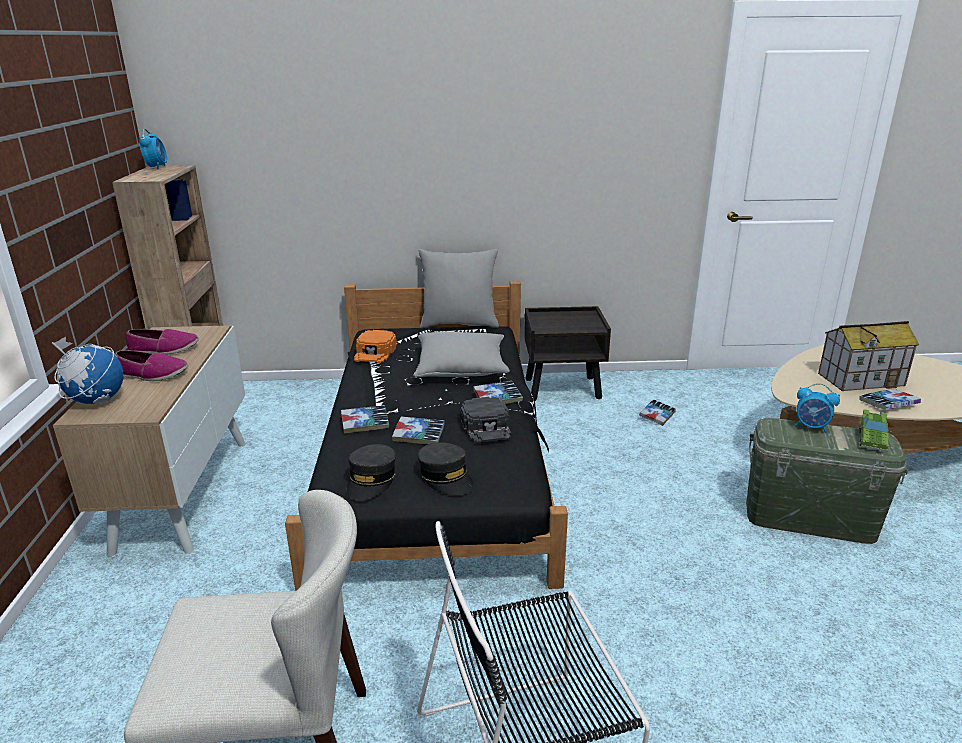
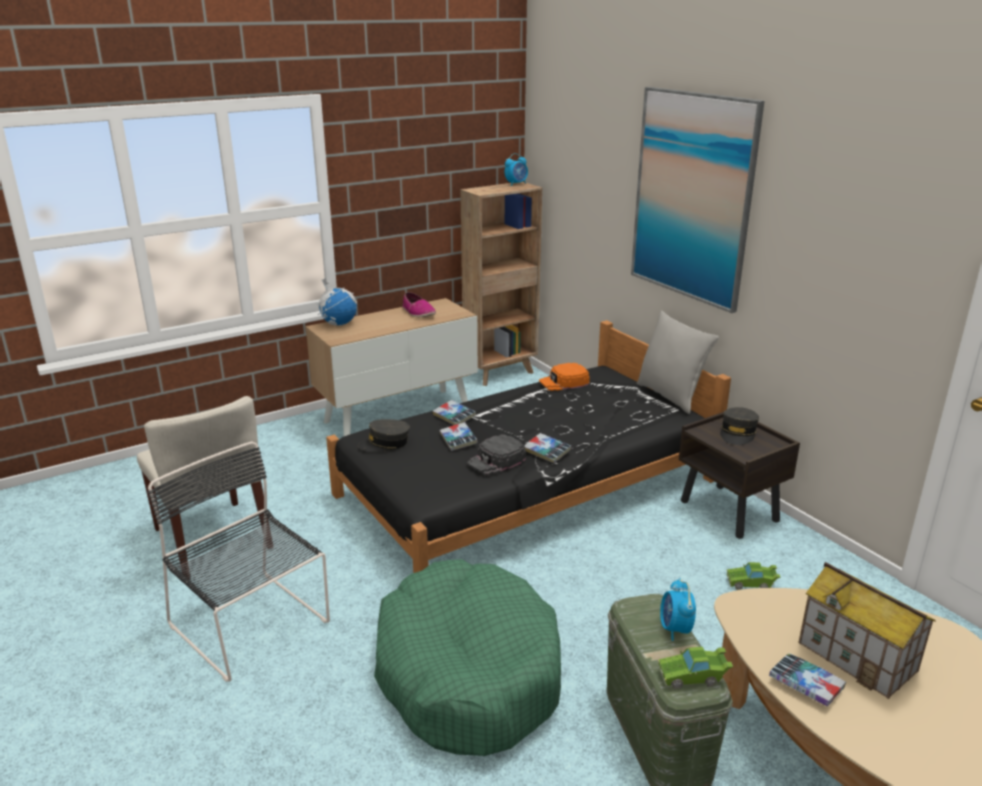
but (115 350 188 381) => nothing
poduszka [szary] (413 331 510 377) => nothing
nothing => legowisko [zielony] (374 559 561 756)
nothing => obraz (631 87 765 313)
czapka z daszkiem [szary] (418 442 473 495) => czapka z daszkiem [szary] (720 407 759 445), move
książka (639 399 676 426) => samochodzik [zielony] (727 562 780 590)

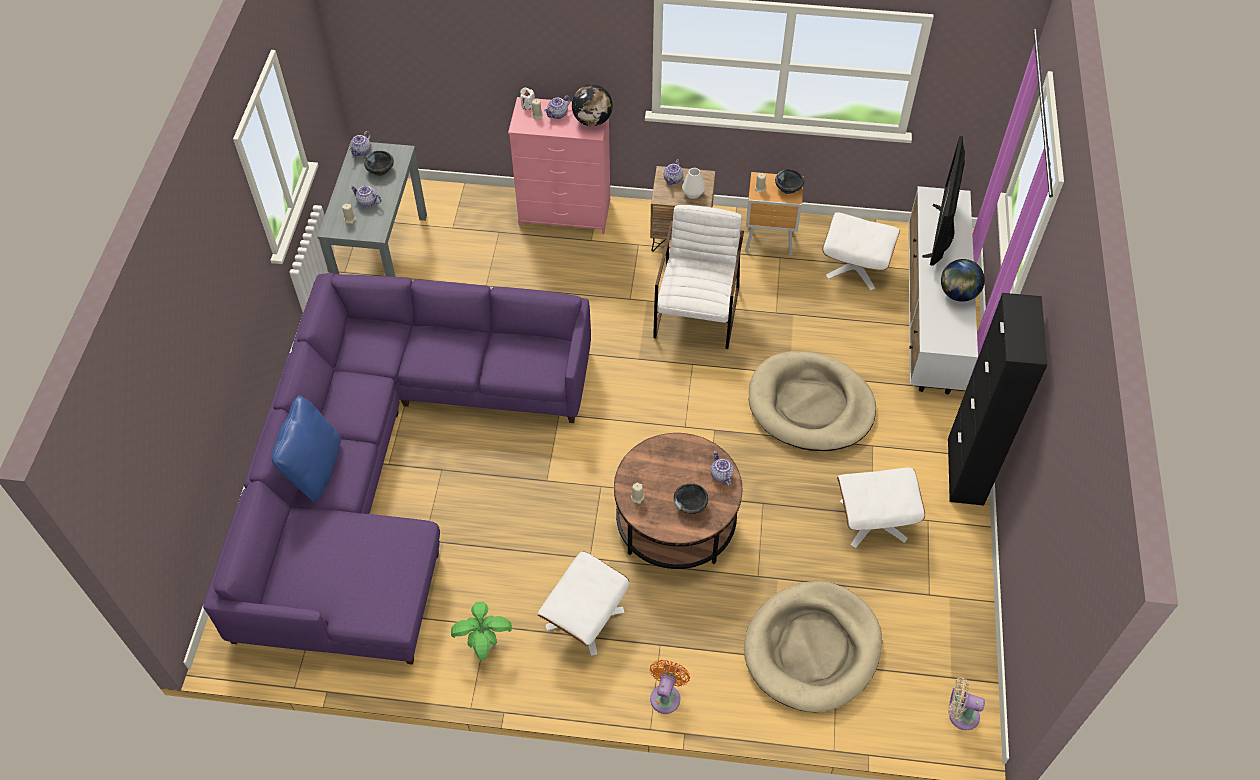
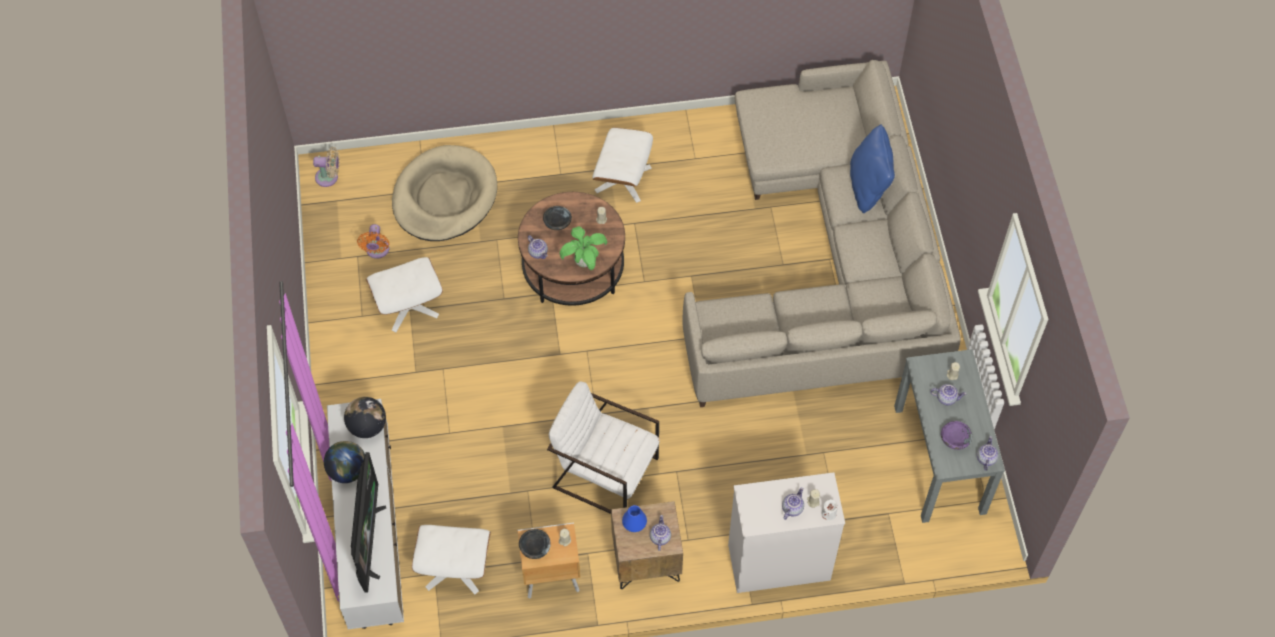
legowisko [beżowy] (749 351 876 451) => nothing
szafka [czarny] (948 293 1047 505) => nothing
roślina doniczkowa (451 601 512 660) => roślina doniczkowa (560 226 607 270), move
globus (572 85 613 126) => globus (344 397 386 438), move
wentylator [pomarańczowy] (650 660 690 714) => wentylator [pomarańczowy] (357 224 390 259), move
kanapa [fioletowy] (203 273 591 665) => kanapa [beżowy] (682 60 961 407)
miska [czarny] (364 151 394 176) => miska [fioletowy] (941 421 972 450)
komoda [różowy] (508 97 610 234) => komoda [biały] (728 472 845 593)
wazon [biały] (682 168 705 199) => wazon [niebieski] (622 505 647 532)
fotel [biały] (653 205 744 349) => fotel [biały] (547 381 660 514), 120 degrees clockwise

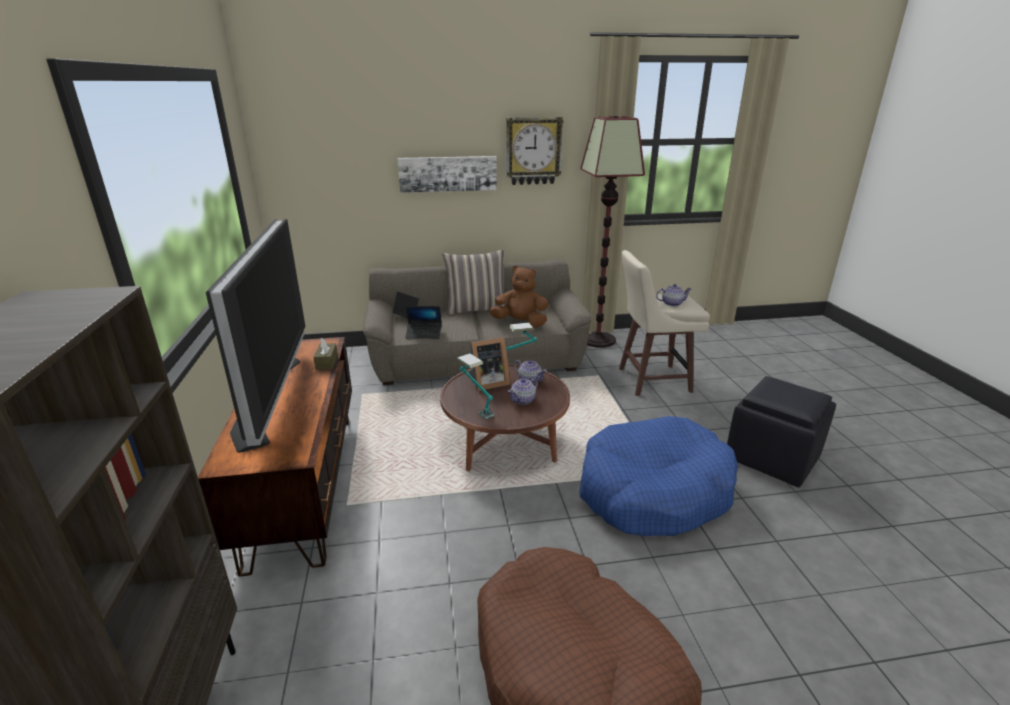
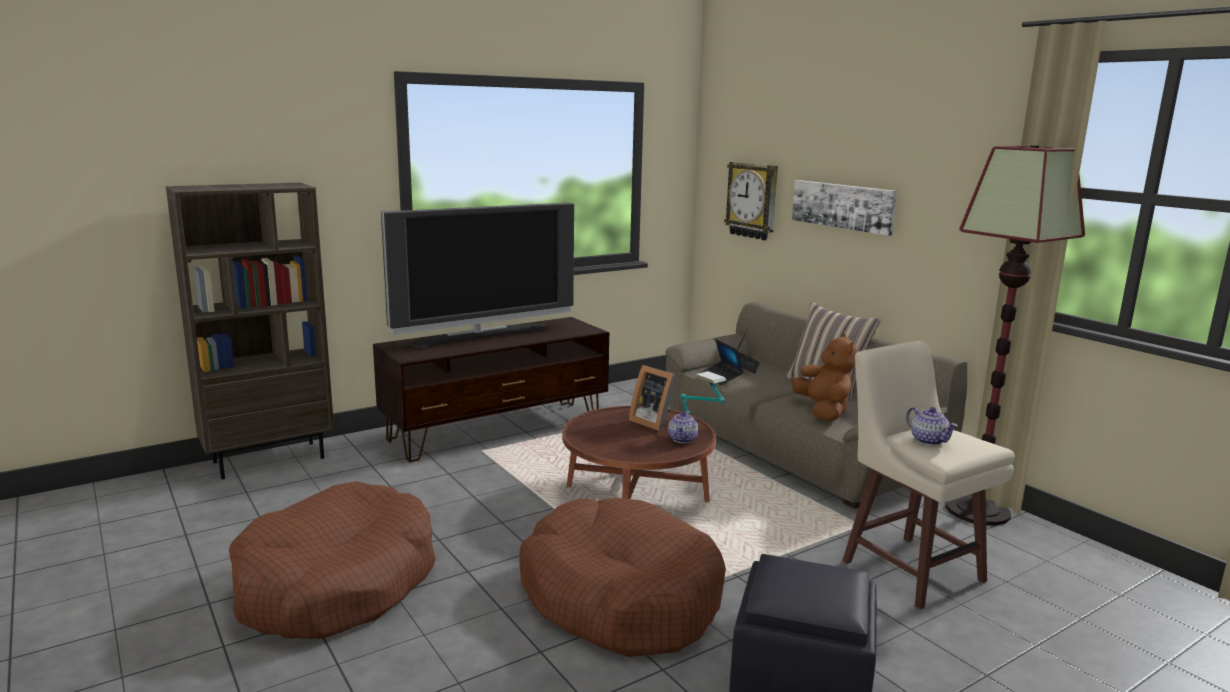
pudełko chusteczek [brązowy] (313 338 338 370) => nothing
lampa stołowa (457 353 495 419) => nothing
imbryk (508 378 538 405) => nothing
zegar ścienny (506 117 563 185) => zegar ścienny (724 162 778 240), move
legowisko [niebieski] (580 416 738 536) => legowisko [brązowy] (520 498 726 657)

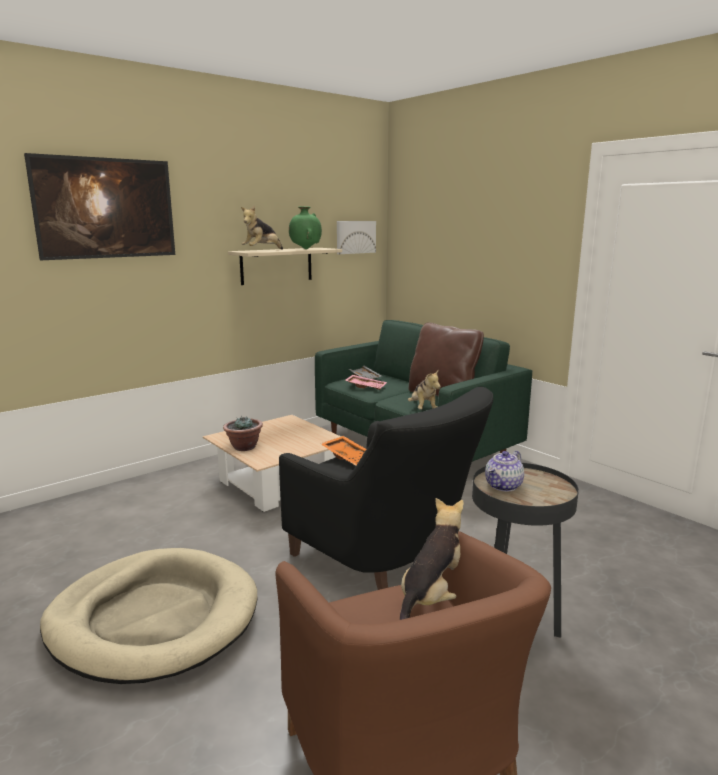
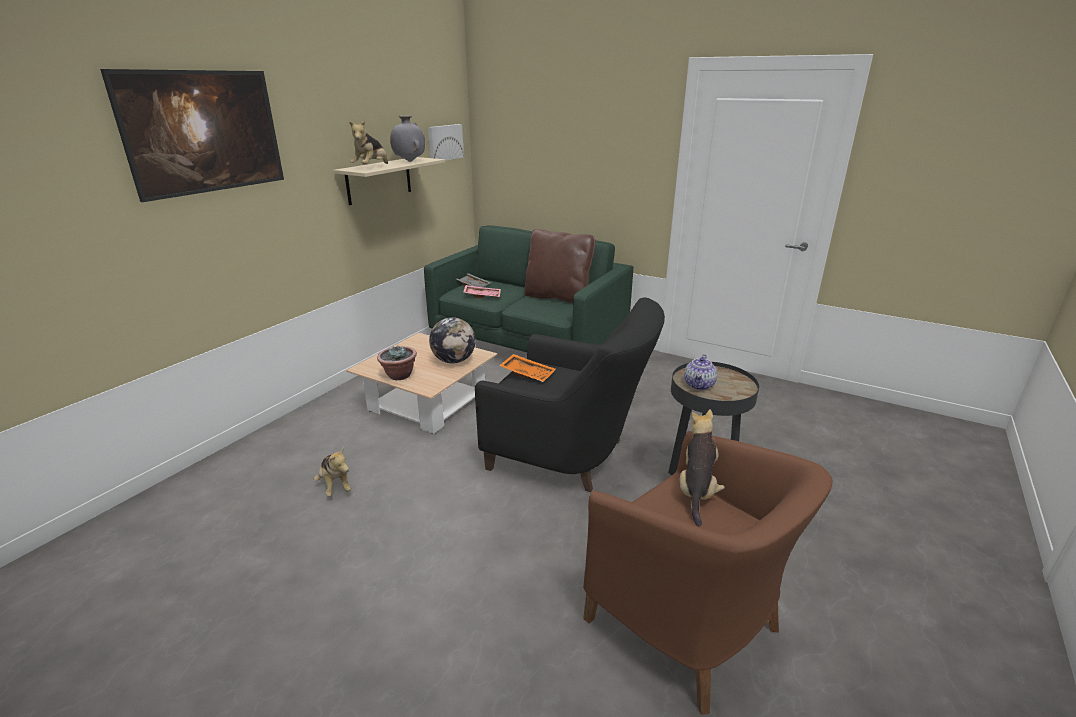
legowisko [beżowy] (40 548 257 684) => nothing
nothing => globus (429 317 476 363)
pluszak (408 369 441 410) => pluszak (314 447 351 496), move
wazon [zielony] (289 206 322 249) => wazon [szary] (390 116 425 162)

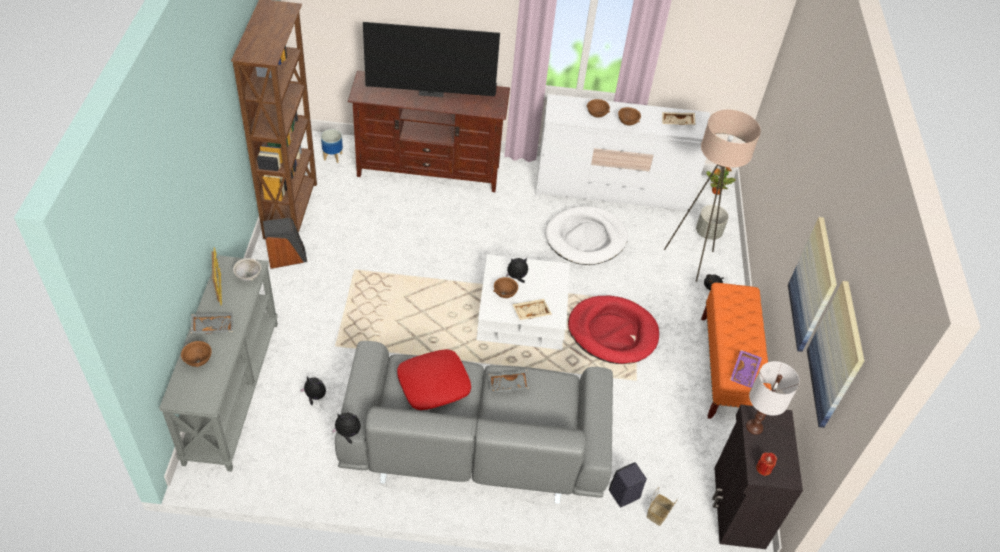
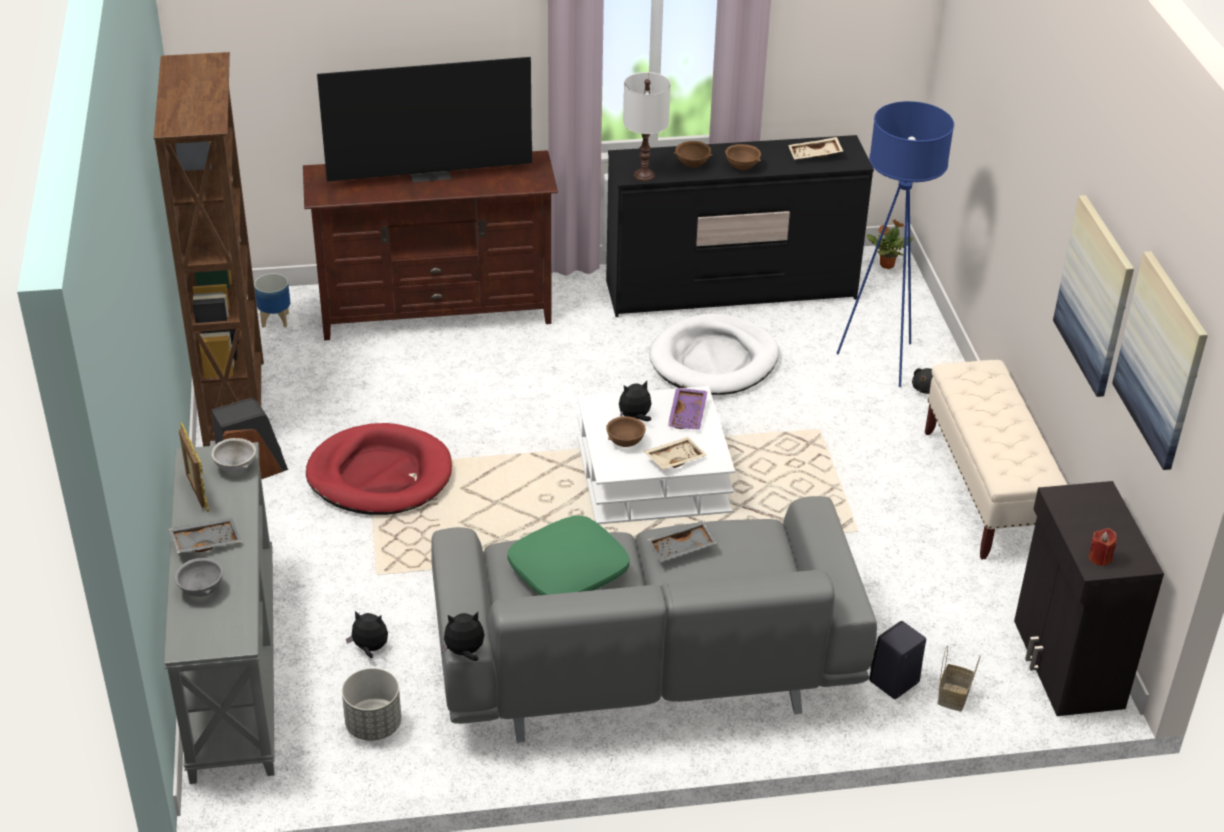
legowisko [czerwony] (568 296 659 364) => legowisko [czerwony] (306 423 452 515), move
donica [szary] (696 205 729 240) => donica [szary] (342 668 401 741), move
taca [fioletowy] (730 350 762 388) => taca [fioletowy] (668 388 708 430), move
lampa stołowa [biały] (746 361 800 435) => lampa stołowa [biały] (623 72 671 181), move
miska [brązowy] (181 341 212 367) => miska [szary] (175 558 223 597)
poduszka [czerwony] (397 349 471 410) => poduszka [zielony] (508 516 630 595)
komoda [biały] (536 94 710 212) => komoda [czarny] (606 135 874 317)
lampa stojąca [beżowy] (664 110 761 282) => lampa stojąca [niebieski] (836 101 954 387)
ławka [pomarańczowy] (701 283 771 419) => ławka [beżowy] (925 360 1067 560)

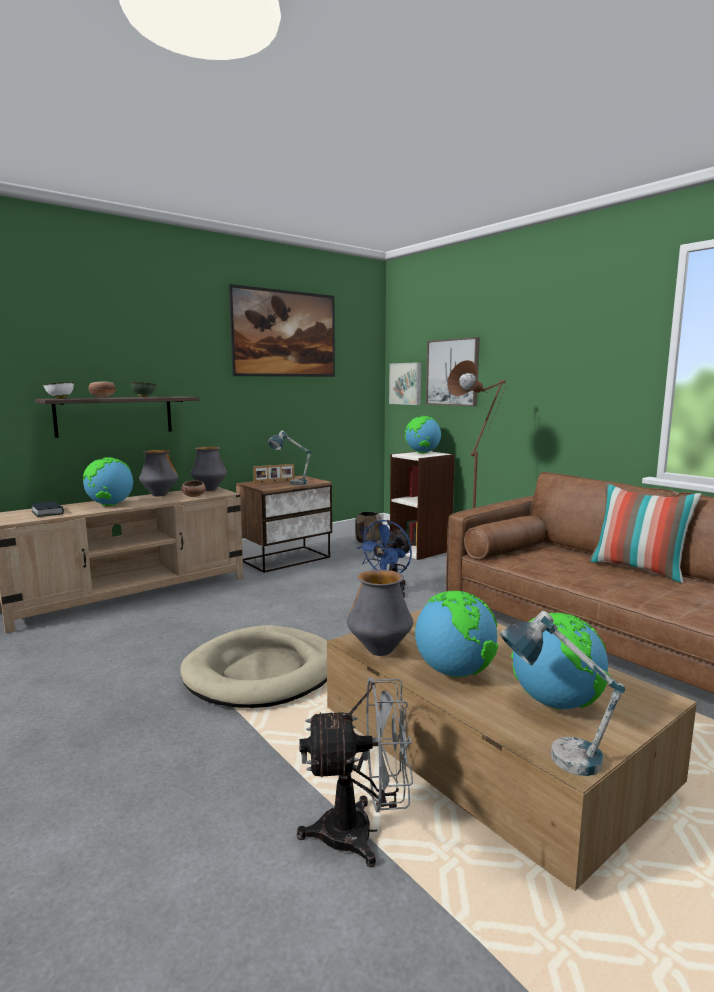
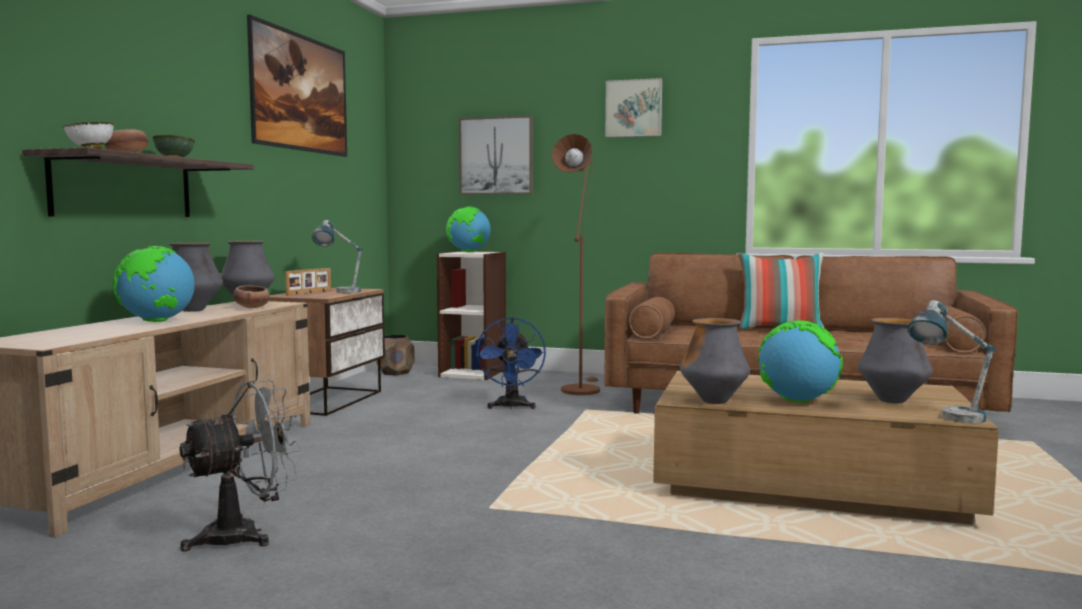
książka (31 502 64 517) => nothing
legowisko [beżowy] (180 625 327 708) => nothing
wentylator [szary] (297 677 413 867) => wentylator [szary] (179 380 302 552), move
obraz (389 362 421 405) => obraz (605 78 662 138), move
globus (511 613 610 710) => wazon (858 318 933 403)

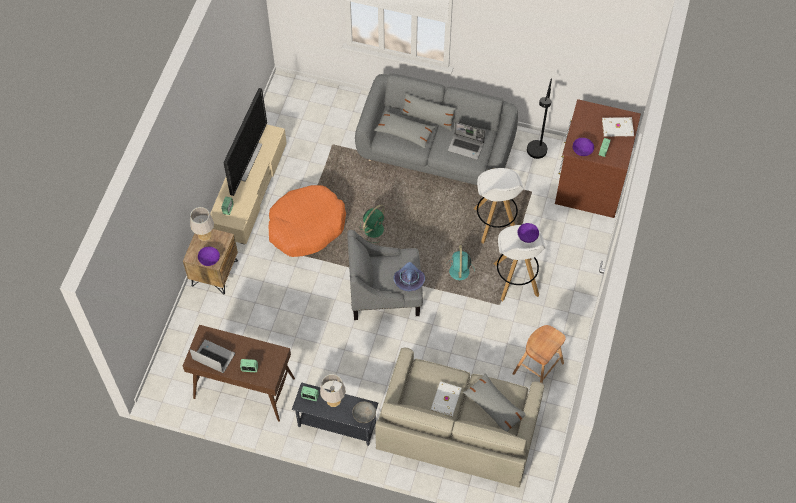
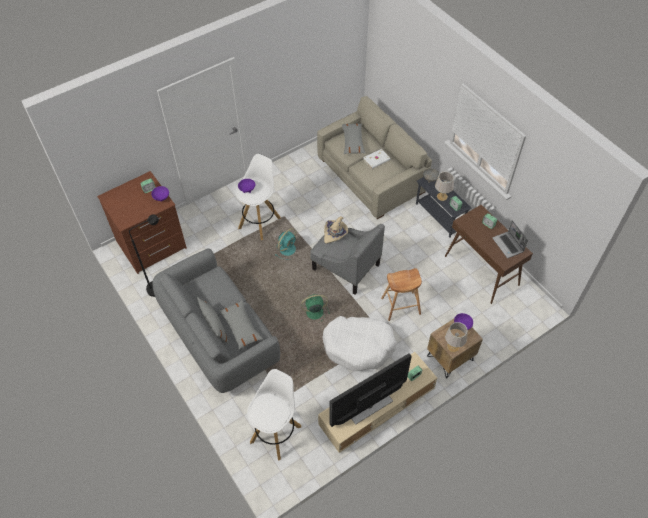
laptop (448 122 485 160) => nothing
książka [biały] (602 117 634 137) => nothing
stołek [biały] (474 168 524 244) => stołek [biały] (247 369 301 461), move
stołek [brązowy] (512 325 566 383) => stołek [brązowy] (381 268 422 321), move
legowisko [pomarańczowy] (269 185 346 257) => legowisko [biały] (323 316 397 371)
kapelusz [fioletowy] (393 262 425 291) => kapelusz [beżowy] (324 216 348 244)

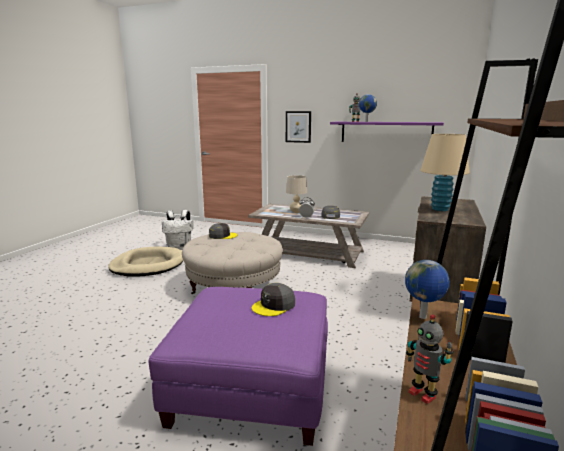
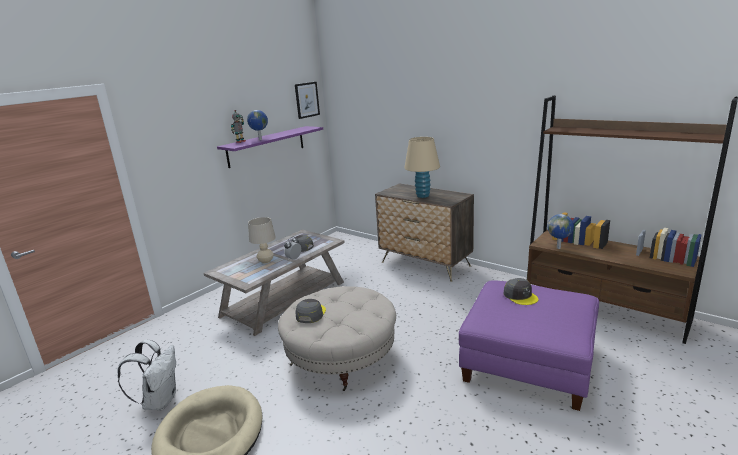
robot zabawkowy (406 314 453 404) => nothing
obraz (286 111 311 143) => obraz (295 82 320 119), move

